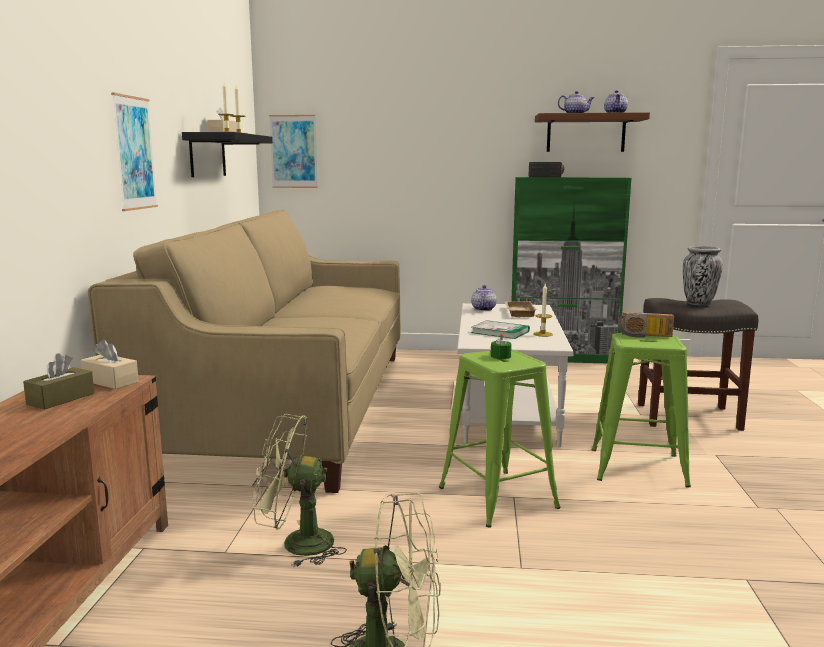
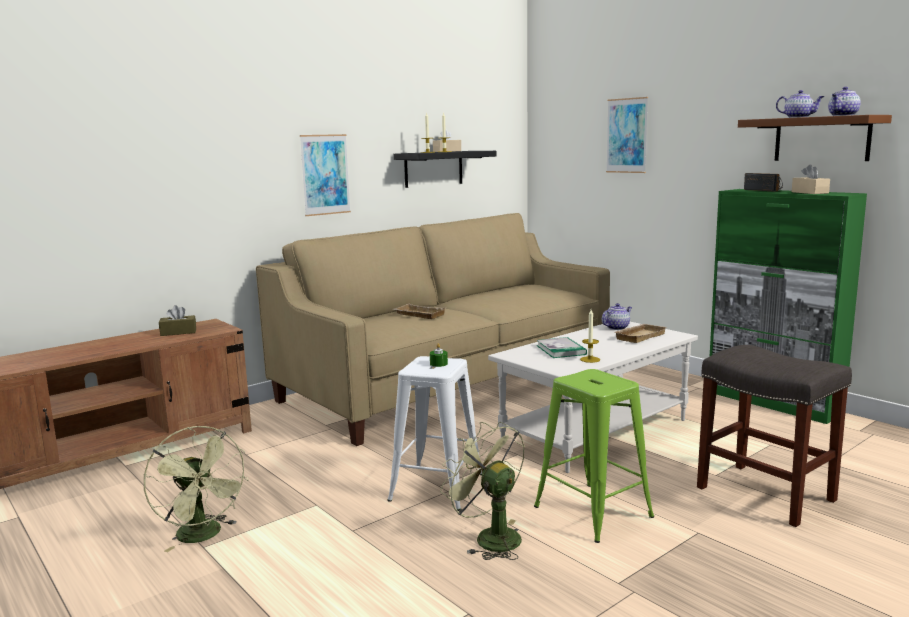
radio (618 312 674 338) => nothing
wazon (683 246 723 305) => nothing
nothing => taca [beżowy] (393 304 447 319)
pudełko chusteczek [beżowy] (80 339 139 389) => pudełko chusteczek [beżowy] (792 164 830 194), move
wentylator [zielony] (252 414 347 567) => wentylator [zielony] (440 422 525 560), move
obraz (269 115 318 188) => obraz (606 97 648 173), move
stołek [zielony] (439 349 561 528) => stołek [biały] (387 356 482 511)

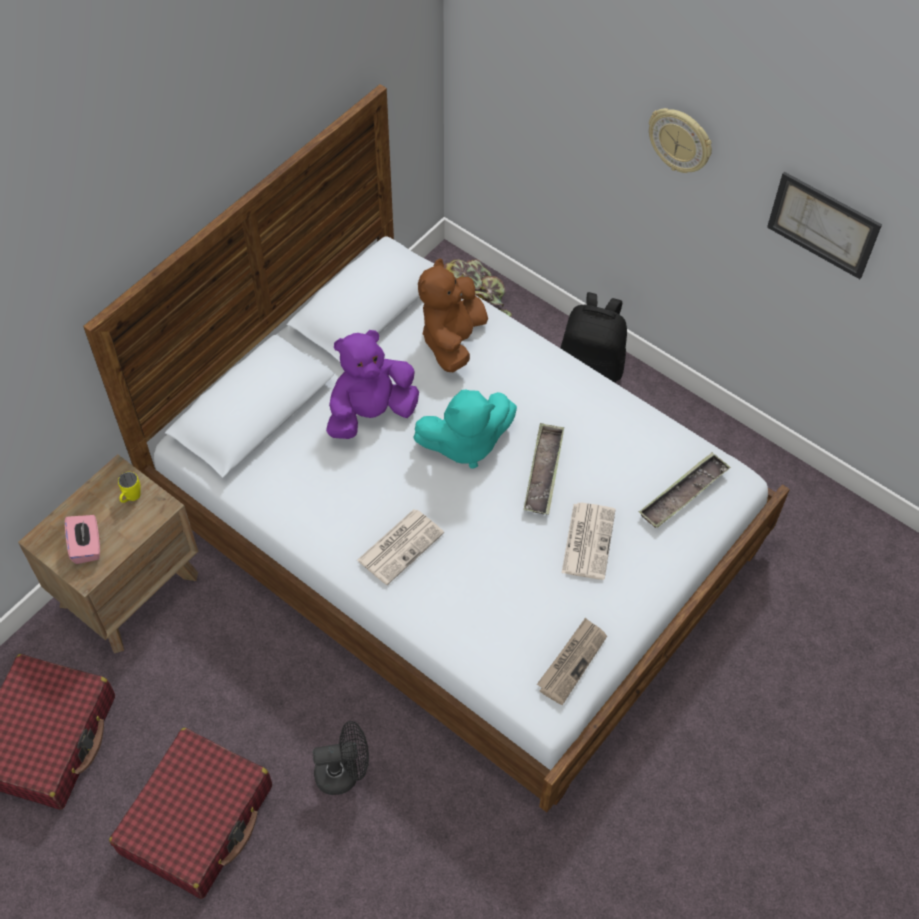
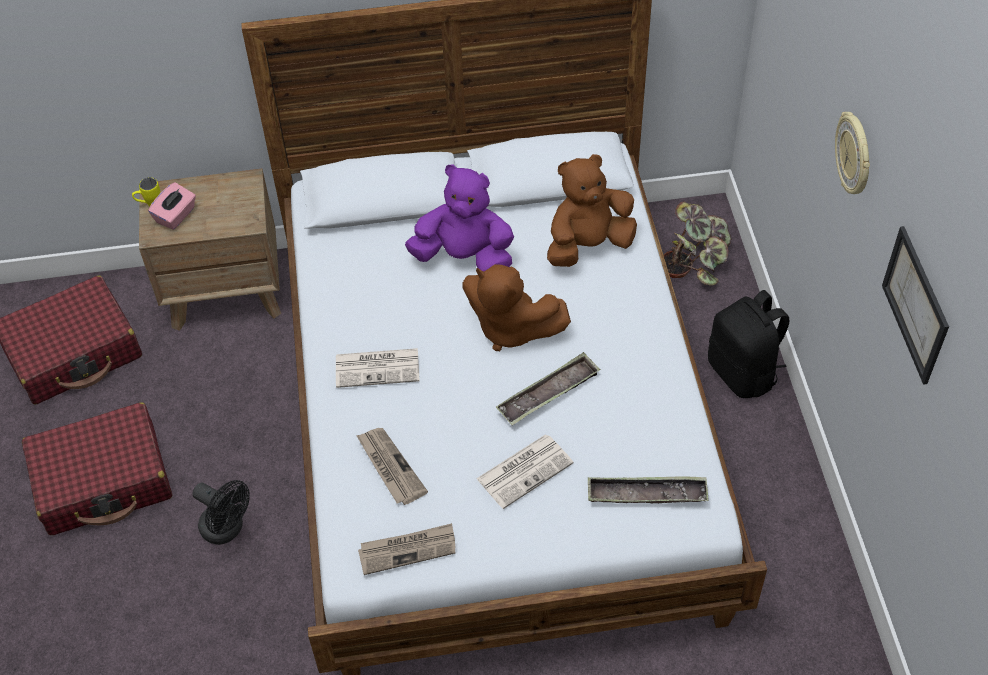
nothing => gazeta (356 428 428 505)
kubek [żółty] (118 472 141 503) => kubek [żółty] (132 177 161 206), move
pluszak [turkusowy] (413 389 517 469) => pluszak [brązowy] (462 264 571 351)

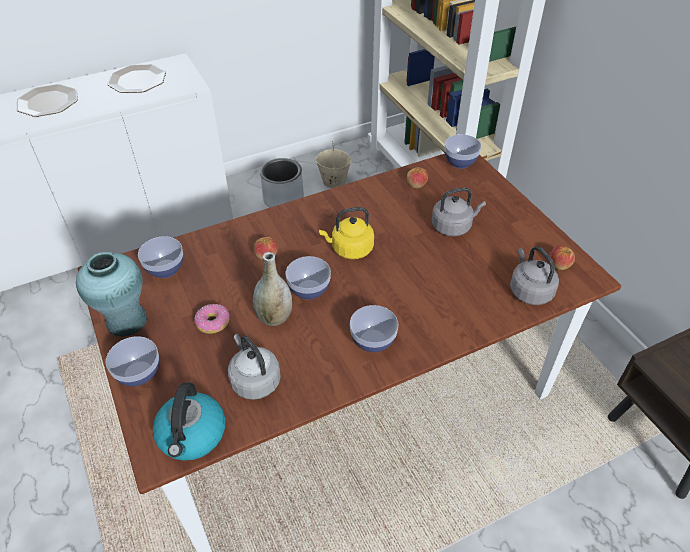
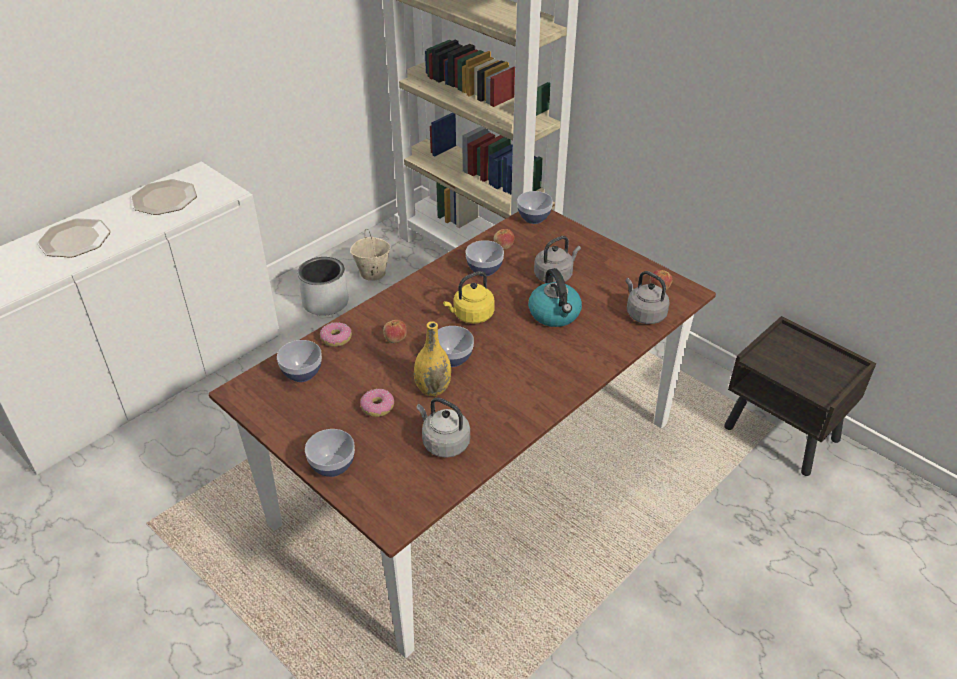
wazon [turkusowy] (76 252 148 337) => nothing
nothing => donut (320 322 352 347)
czajnik (153 382 226 461) => czajnik (528 268 582 327), move
miska (350 305 398 352) => miska (466 240 504 276), move
wazon [szary] (253 252 292 326) => wazon [żółty] (414 321 451 396)

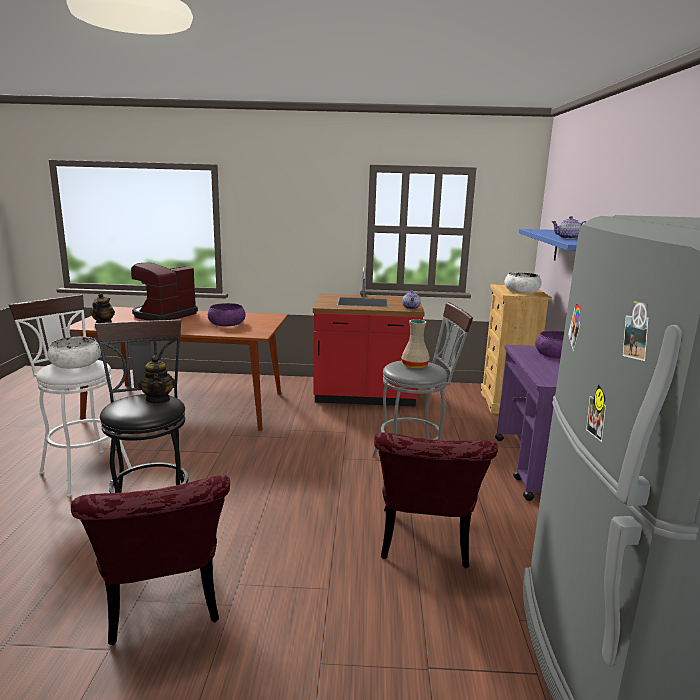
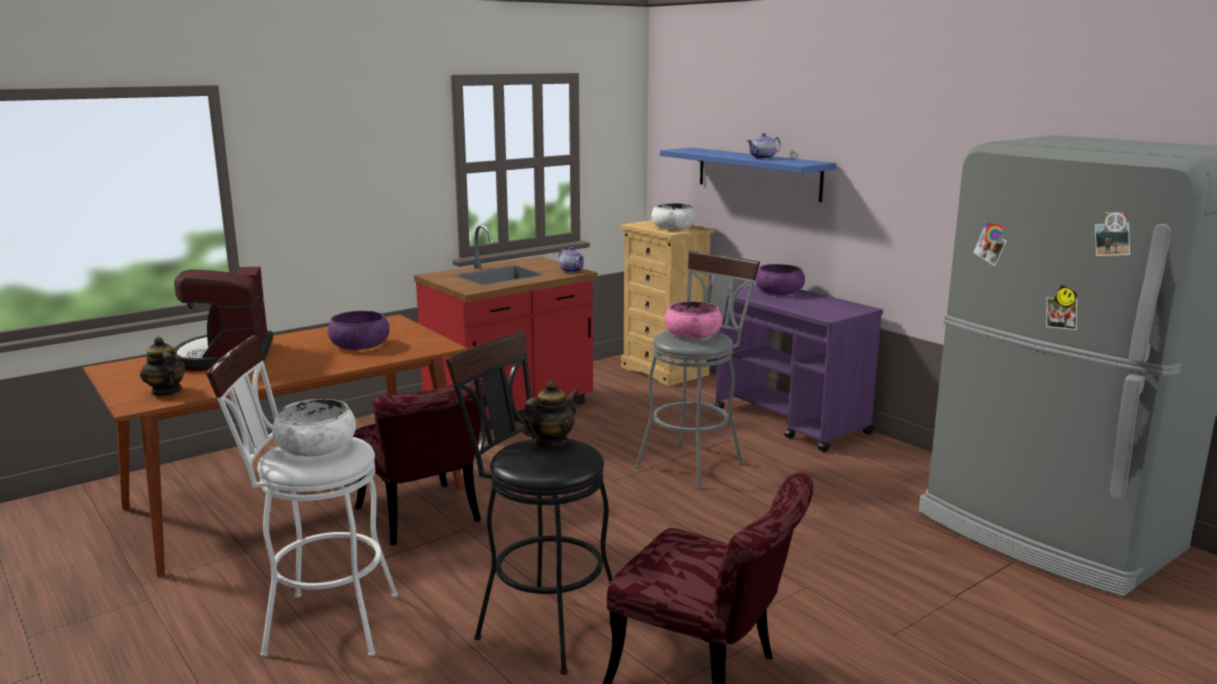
krzesło [czerwony] (374 432 498 569) => krzesło [czerwony] (353 377 487 545), move
wazon [beżowy] (401 319 430 368) => miska [różowy] (664 301 722 339)
imbryk (138 355 175 404) => imbryk (523 381 579 448), 75 degrees counterclockwise

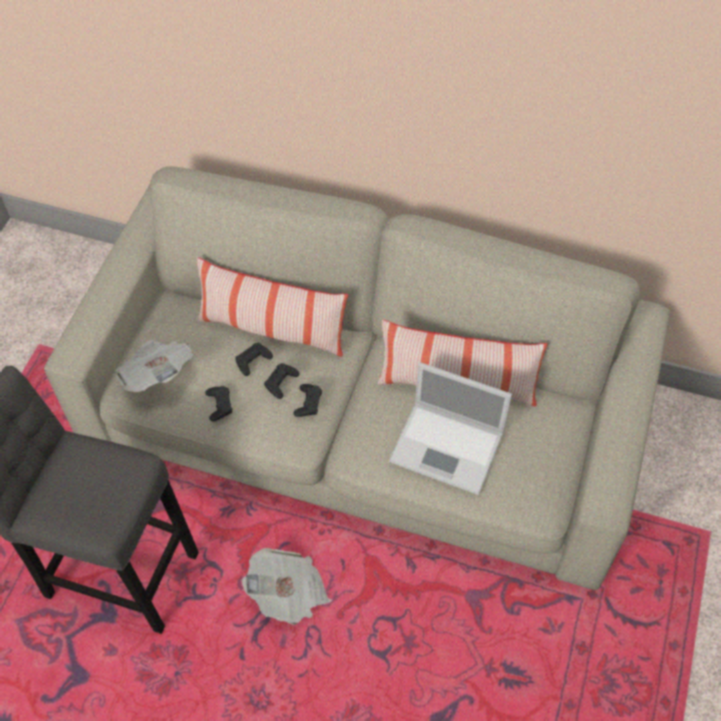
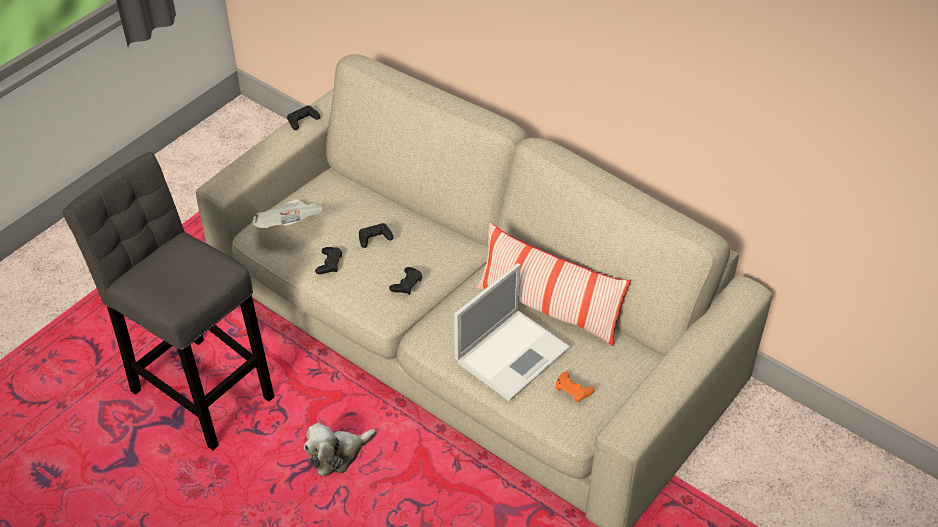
poduszka (197 257 348 357) => nothing
nothing => pad do gier [pomarańczowy] (556 372 594 402)
pad do gier [czarny] (264 363 300 399) => pad do gier [czarny] (287 105 320 130), move
gazeta (242 548 332 625) => pluszak (304 422 376 476)
laptop (389 362 512 495) => laptop (454 263 570 401), 90 degrees counterclockwise

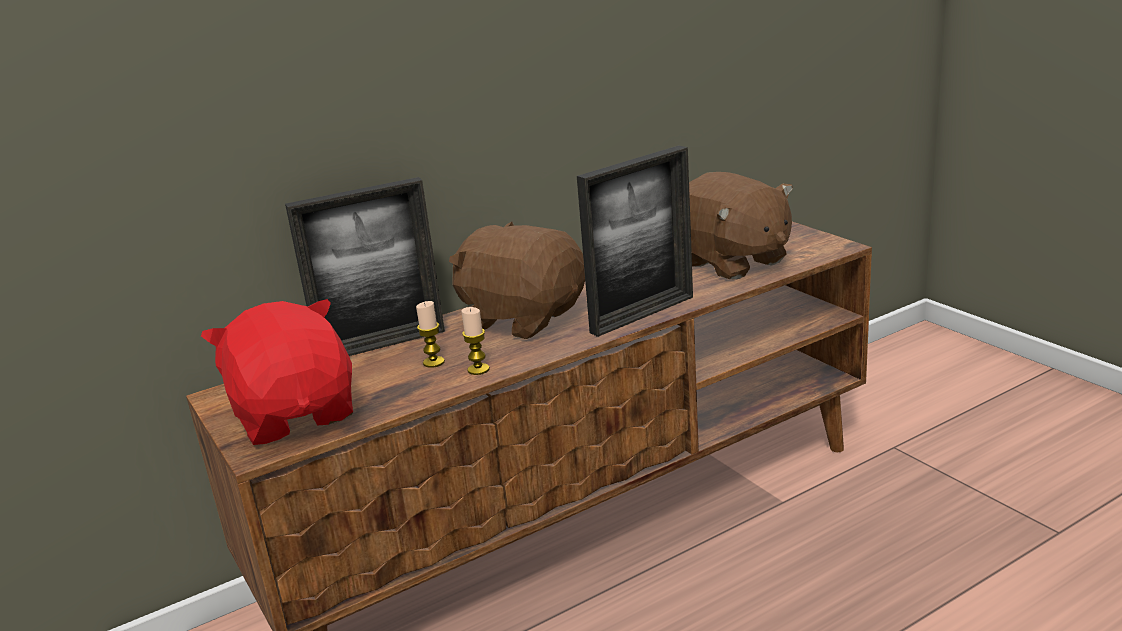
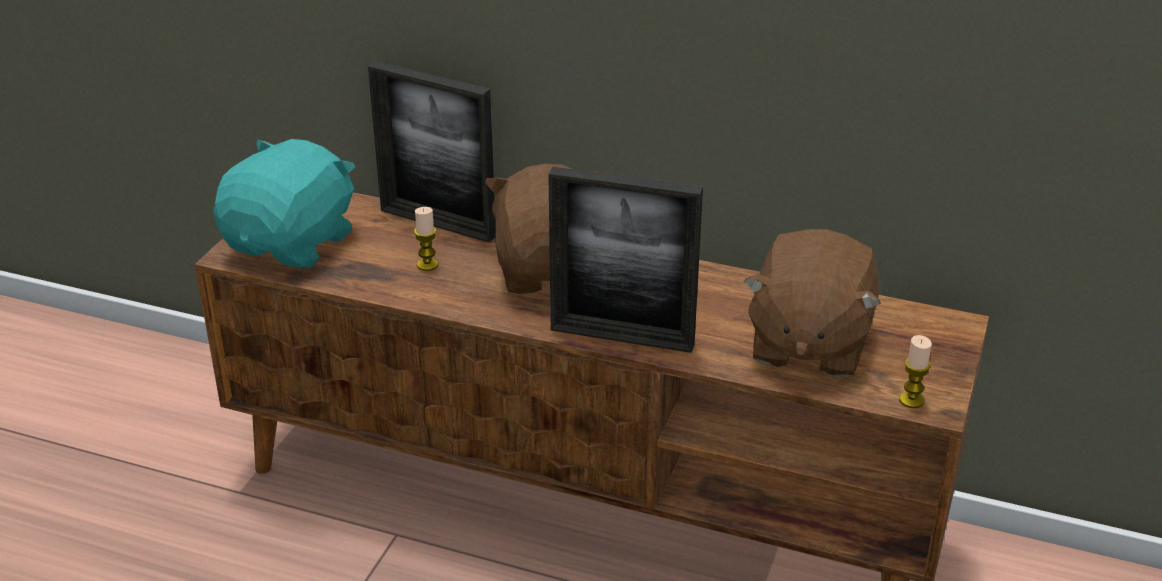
świeca (461 307 490 375) => świeca (899 335 932 408), move
pluszak [czerwony] (201 299 353 445) => pluszak [turkusowy] (214 139 355 269)

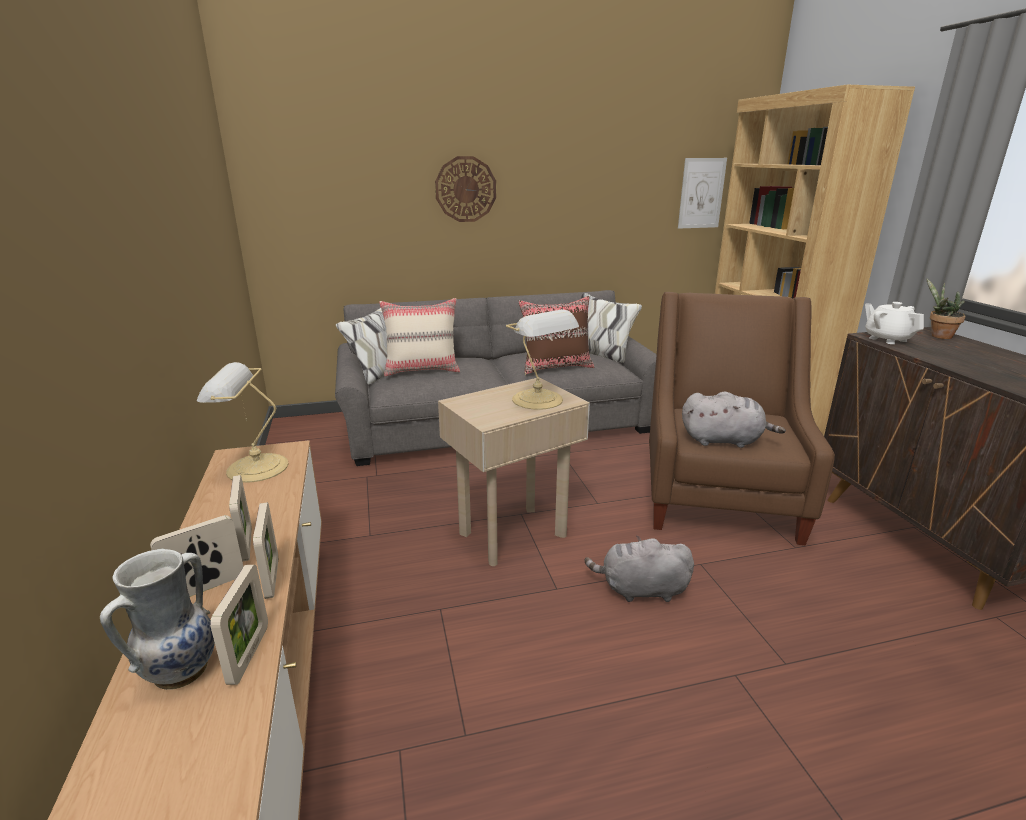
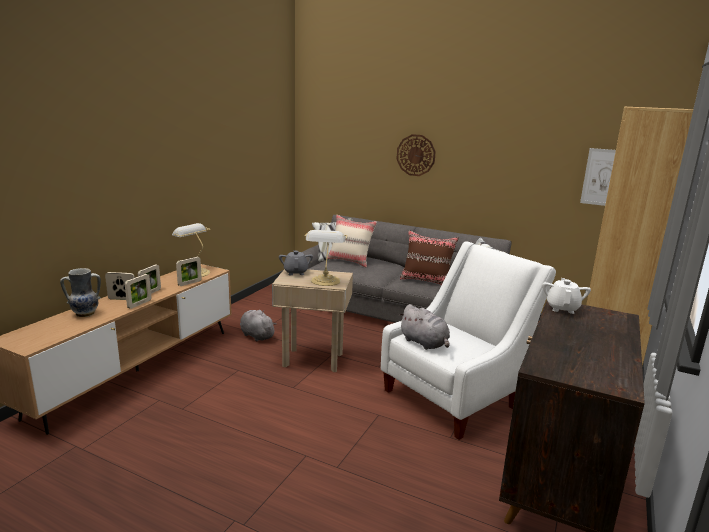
roślina doniczkowa (926 278 966 339) => nothing
nothing => imbryk [szary] (279 250 313 275)
ramka na zdjęcie (210 565 268 685) => ramka na zdjęcie (176 257 202 286), move
pluszak [szary] (585 535 694 602) => pluszak [szary] (240 310 277 342), move
fotel [brązowy] (649 292 835 545) => fotel [biały] (381 241 556 440)

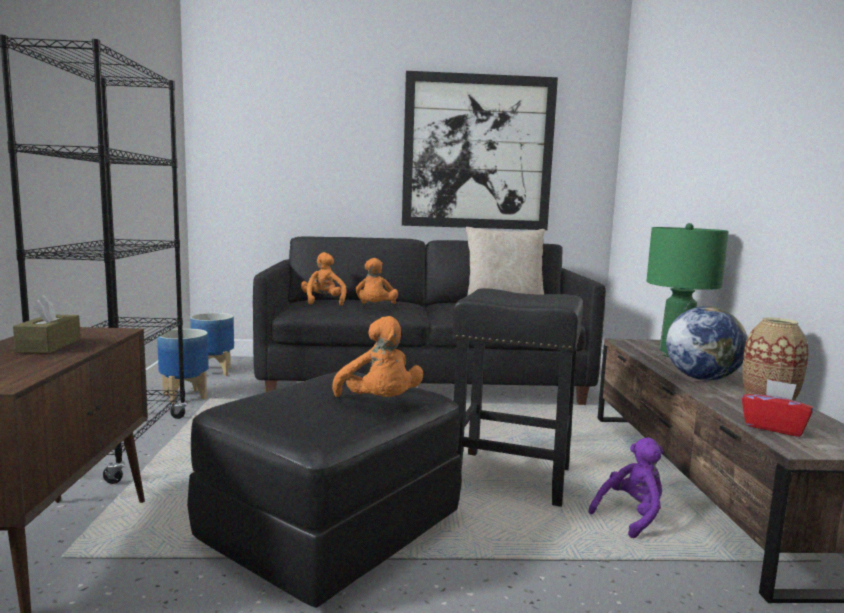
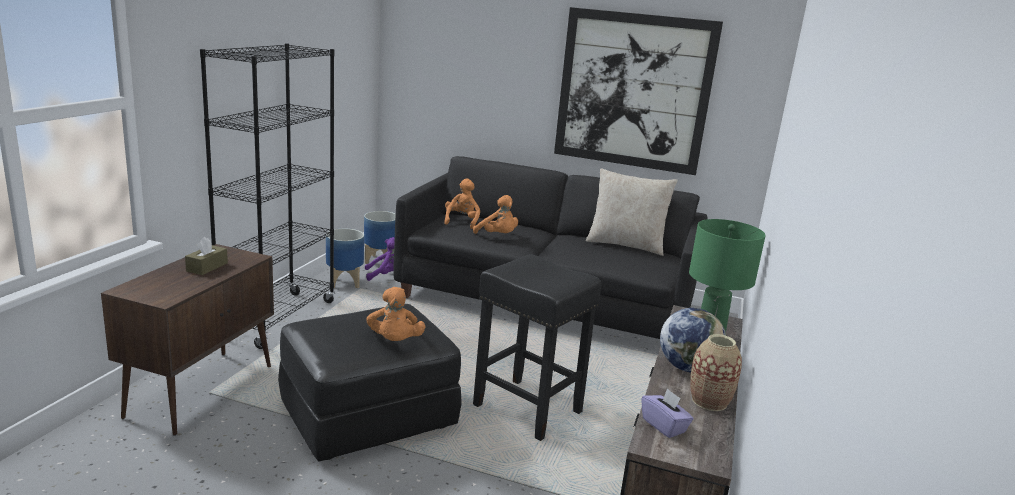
pluszak [fioletowy] (588 437 663 538) => pluszak [fioletowy] (365 237 395 281), move
pudełko chusteczek [czerwony] (742 379 814 437) => pudełko chusteczek [fioletowy] (641 388 694 438)
pluszak [pomarańczowy] (356 258 398 304) => pluszak [pomarańczowy] (473 195 518 234), 75 degrees counterclockwise

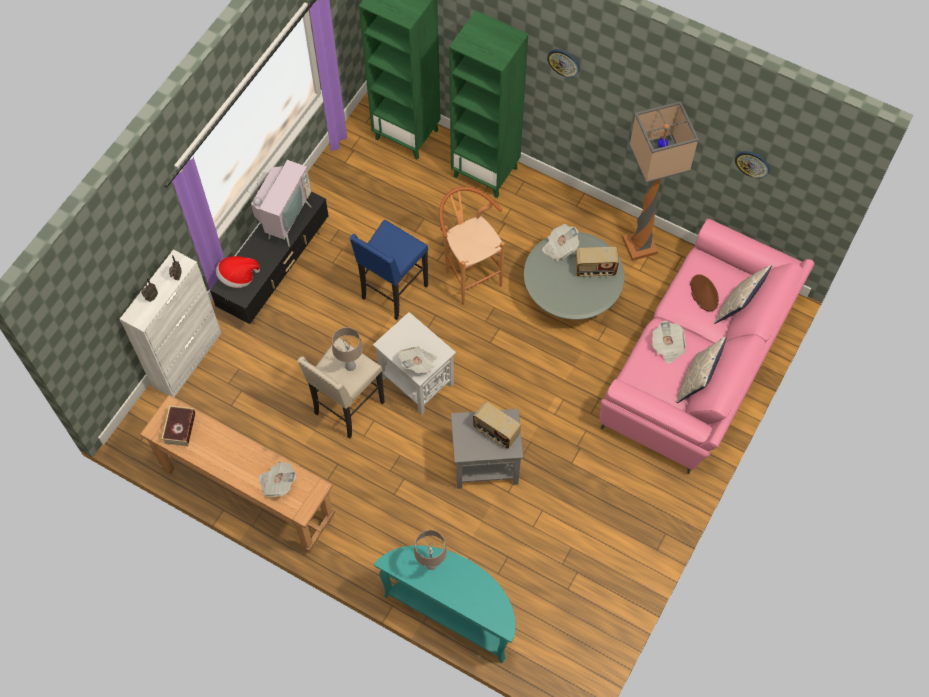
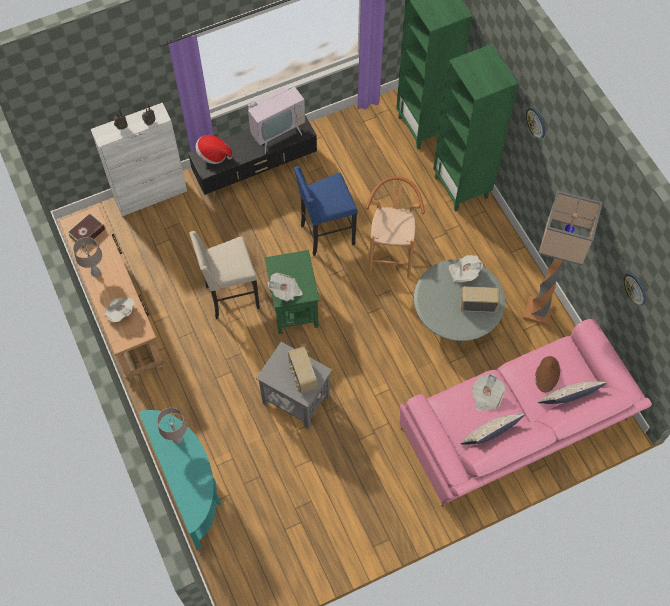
lampa stołowa [beżowy] (332 327 363 371) => lampa stołowa [beżowy] (73 237 102 277), move
stolik [biały] (373 312 456 415) => stolik [zielony] (265 250 319 334)
radio (575 247 619 277) => radio (461 286 500 313), 150 degrees clockwise

